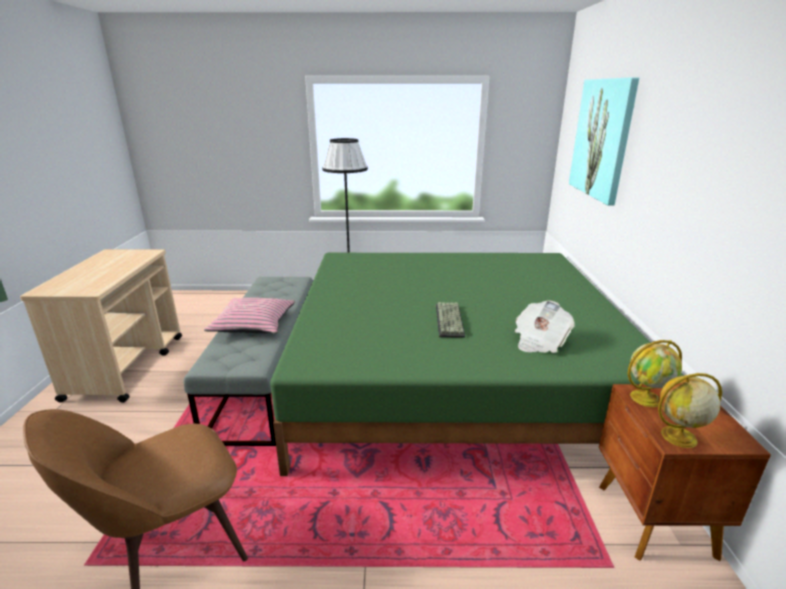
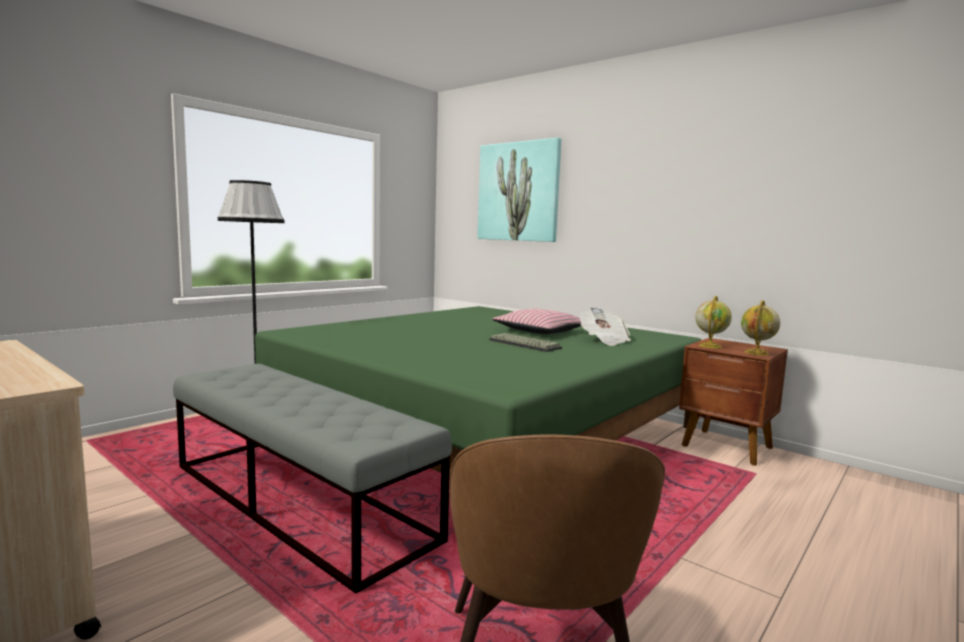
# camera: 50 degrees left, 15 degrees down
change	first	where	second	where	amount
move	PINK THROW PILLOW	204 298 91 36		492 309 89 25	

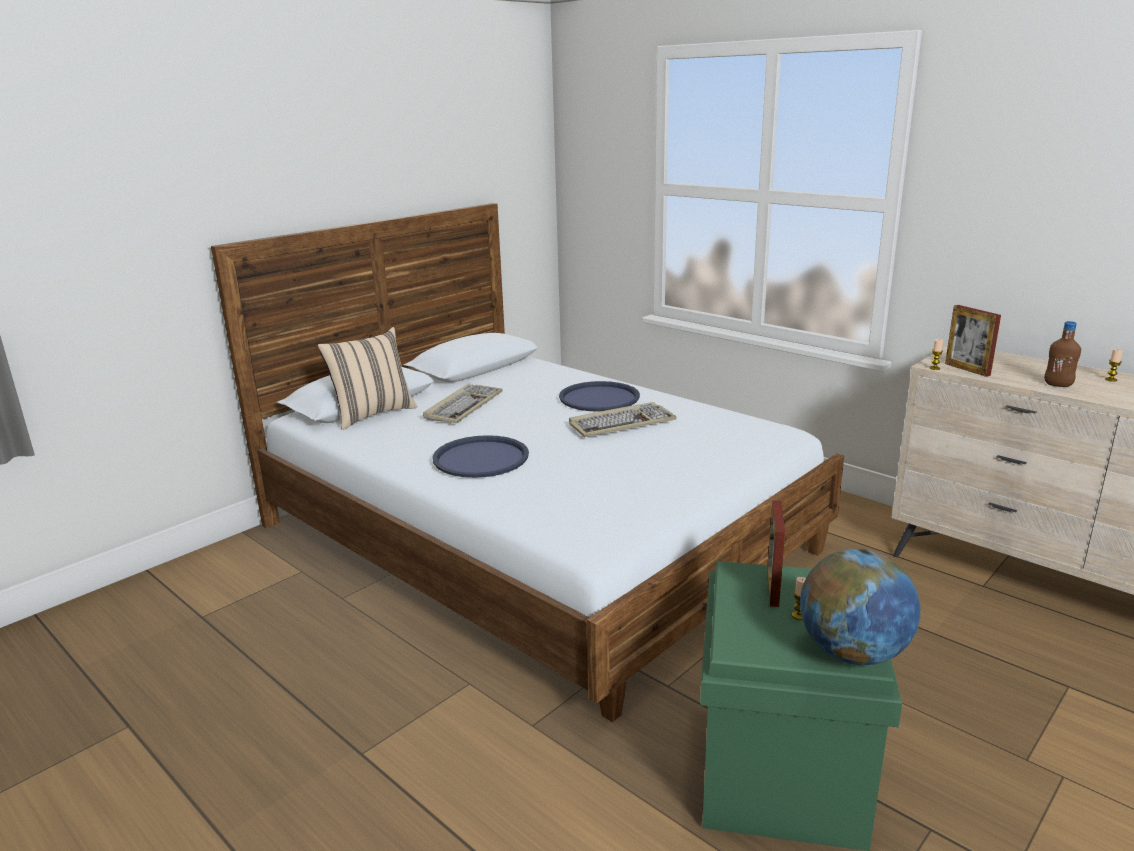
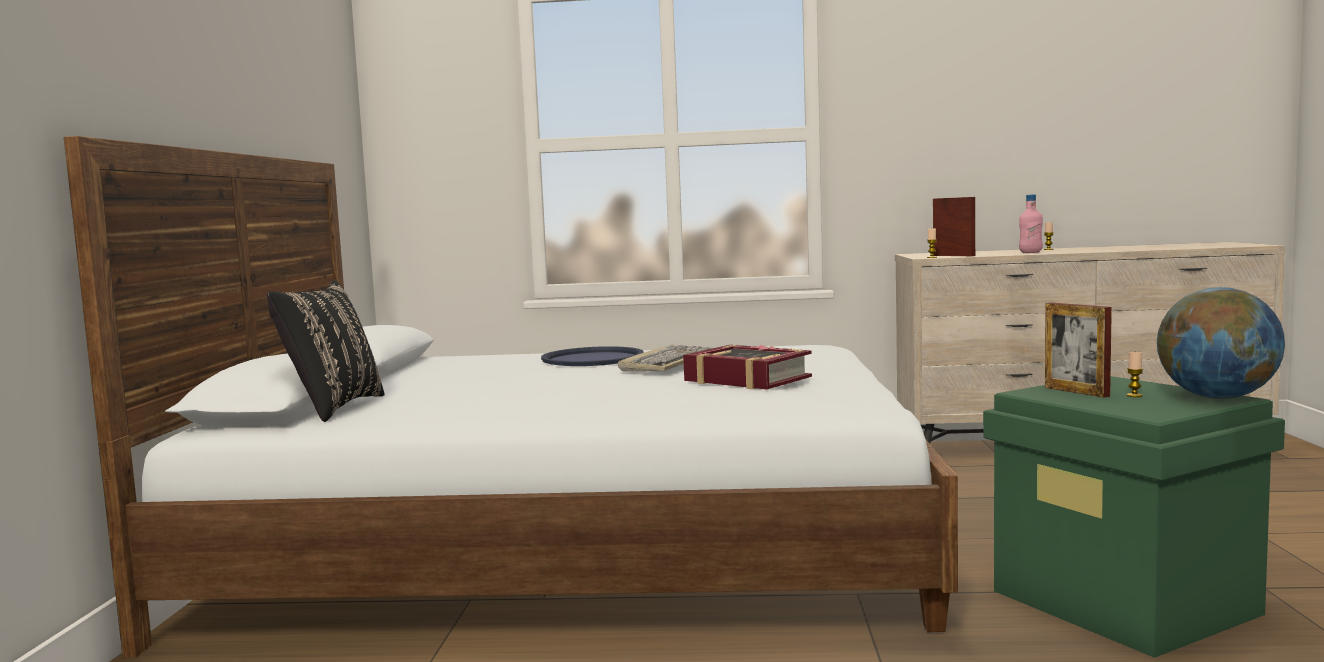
# camera: 40 degrees left, 15 degrees down
change	first	where	second	where	amount
recolor	BEIGE THROW PILLOW	317 327 100 103	BLACK THROW PILLOW	267 280 118 142	
delete	COMPUTER KEYBOARD	423 383 80 40			
delete	BLUE-COLOURED TRAY	432 435 97 43			
rotate	PICTURE FRAME	945 305 56 72		933 197 42 59	150 degrees counterclockwise
recolor	BROWN BEVERAGE BOTTLE	1044 321 37 66	PINK BEVERAGE BOTTLE	1019 194 24 59	
insert			VOLUME	683 344 129 45	

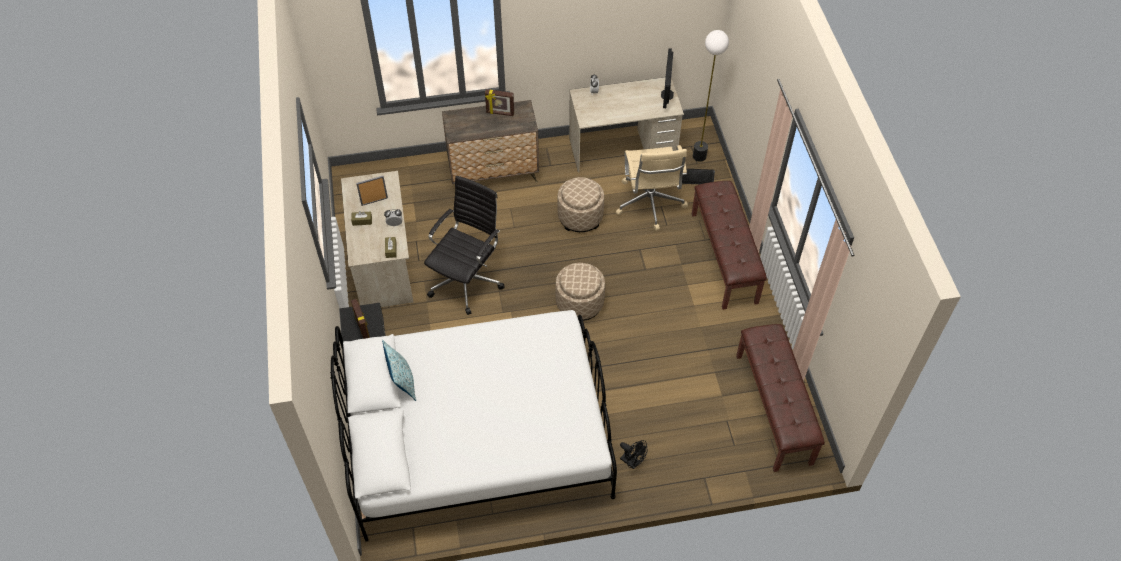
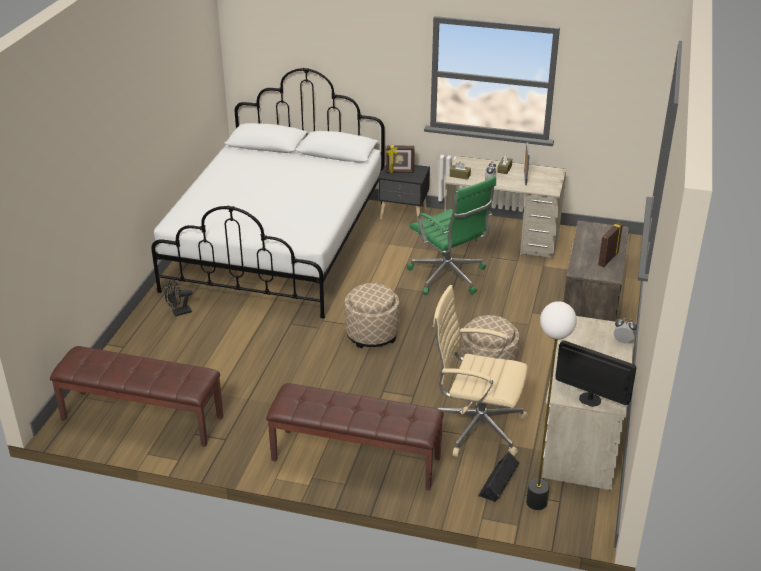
# camera: 115 degrees right, 20 degrees down
change	first	where	second	where	amount
delete	THROW PILLOW	382 340 34 61			
recolor	BLACK OFFICE CHAIR	424 176 81 139	GREEN-COLOURED OFFICE CHAIR	407 176 89 118	

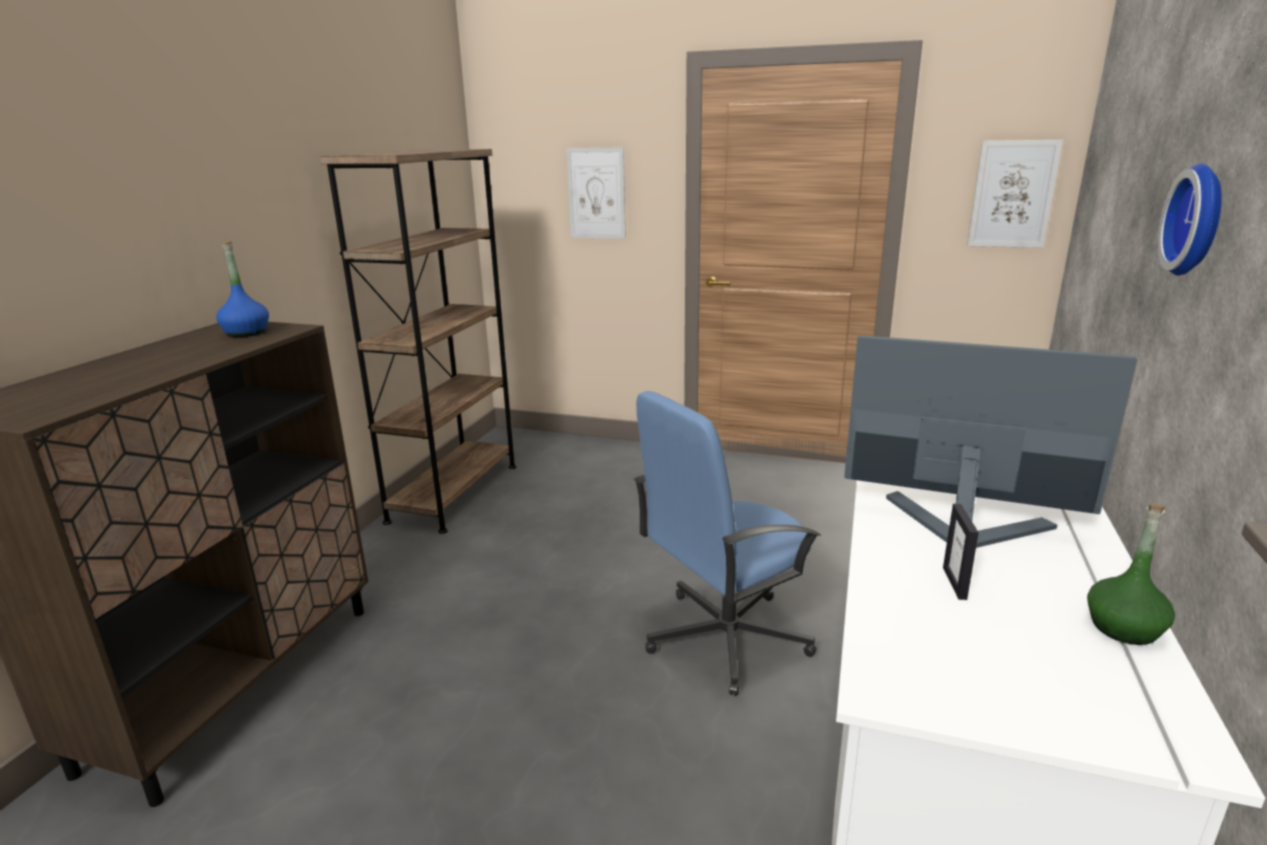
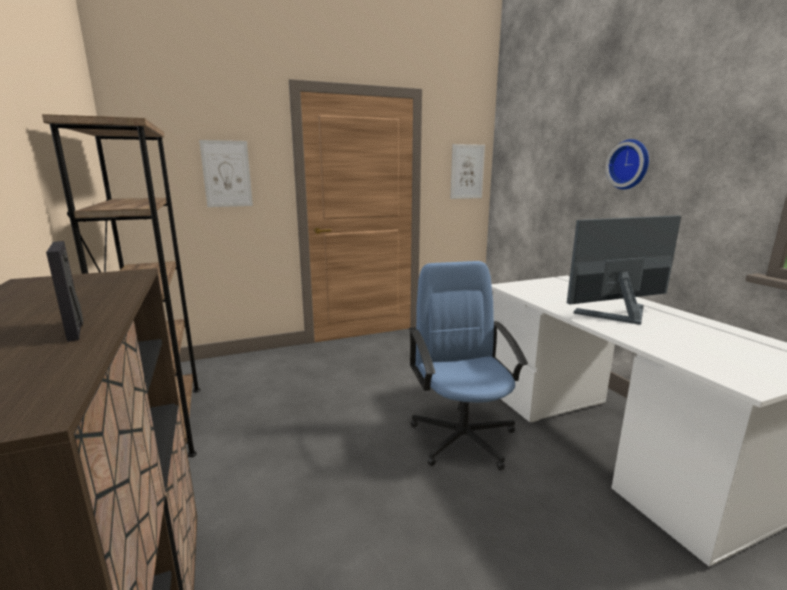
# camera: 40 degrees left, 5 degrees down
change	first	where	second	where	amount
delete	BLUE-COLOURED BEVERAGE BOTTLE	216 241 53 96			
rotate	BLUE-COLOURED OFFICE CHAIR	634 391 187 305		408 261 120 209	150 degrees clockwise
move	PICTURE FRAME	943 504 36 96		46 241 37 101	
delete	GREEN-COLOURED BEVERAGE BOTTLE	1087 503 88 142			

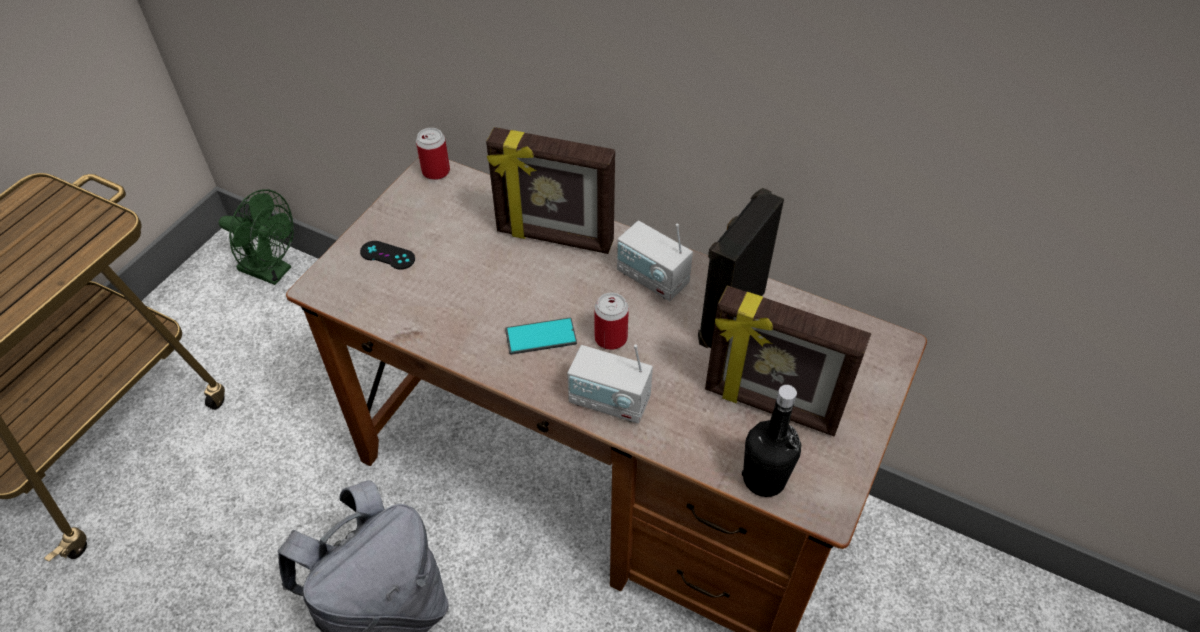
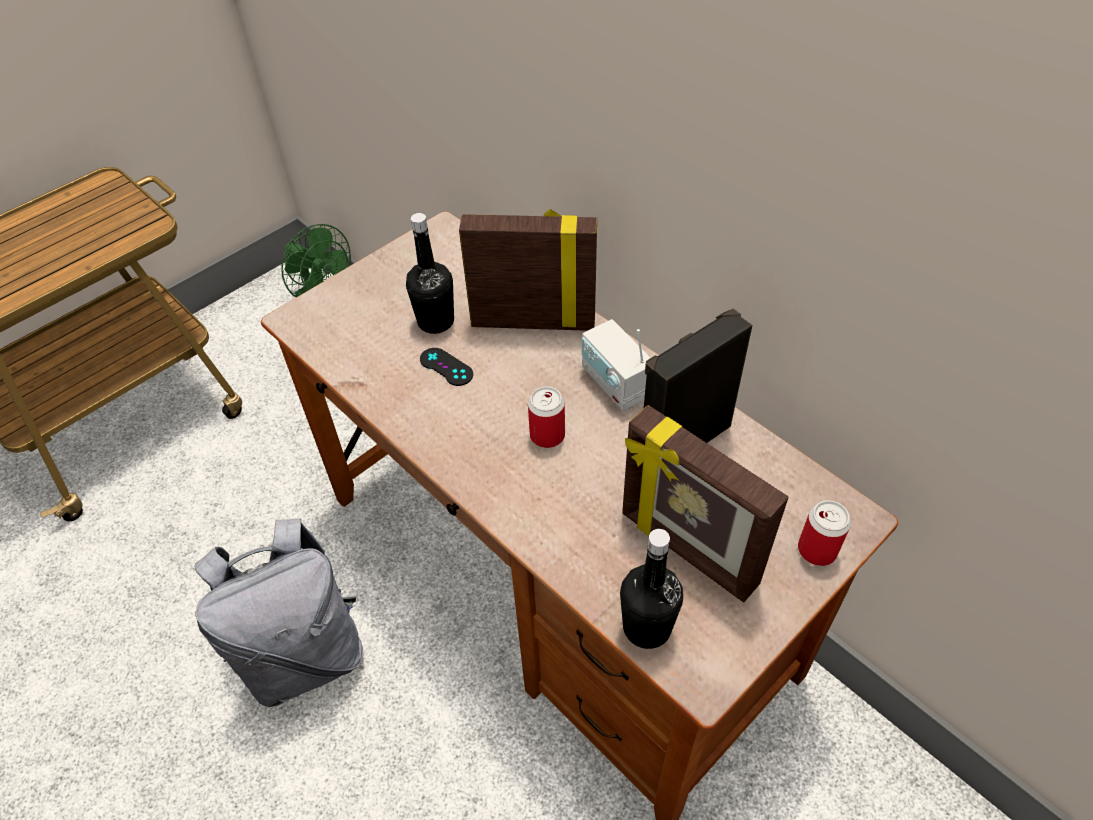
# camera: 20 degrees right, 0 degrees up
change	first	where	second	where	amount
move	BLACK JOYPAD	360 241 55 28		420 348 53 38	
move	METAL CAN	416 128 34 52		798 500 53 66	
rotate	PICTURE FRAME	486 127 129 127		459 209 138 122	150 degrees clockwise
delete	PHONE	505 318 72 37			
delete	RADIO SET	567 344 86 80			
insert			BLACK BEVERAGE BOTTLE	406 213 48 121	

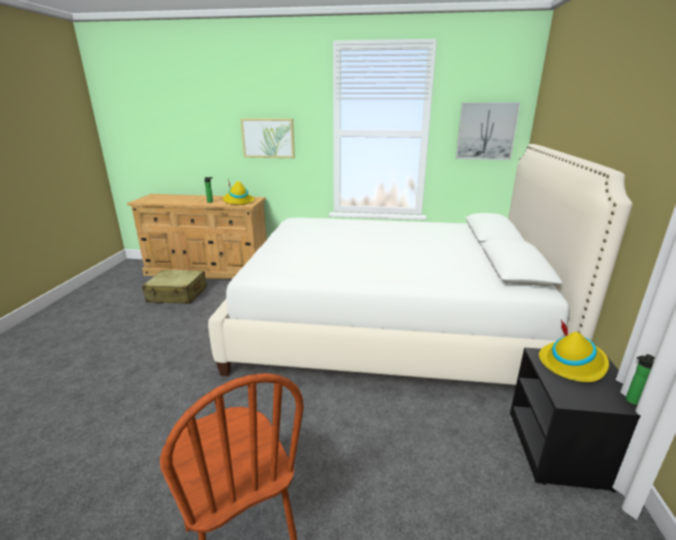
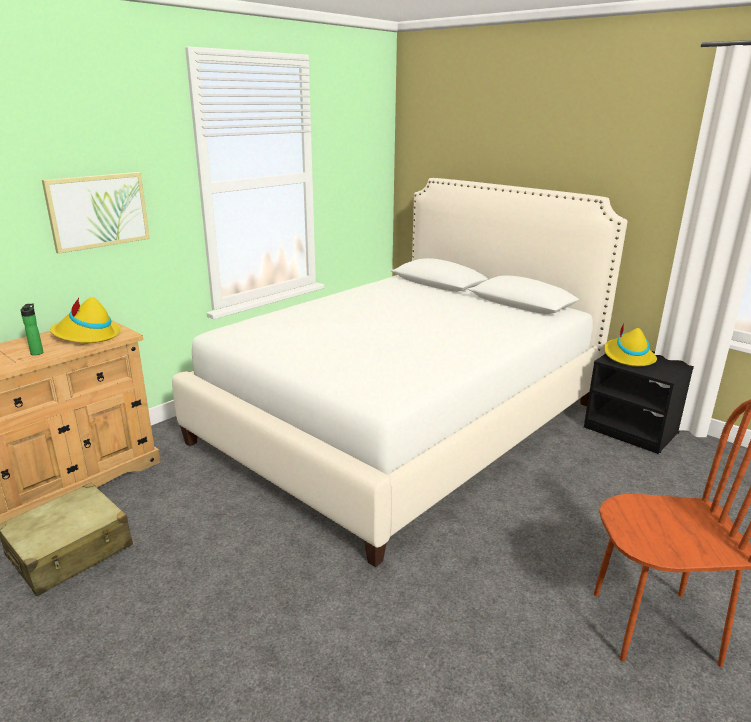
# camera: 55 degrees left, 0 degrees up
change	first	where	second	where	amount
delete	WALL ART	456 102 64 58			
delete	BEVERAGE BOTTLE	626 354 29 51			

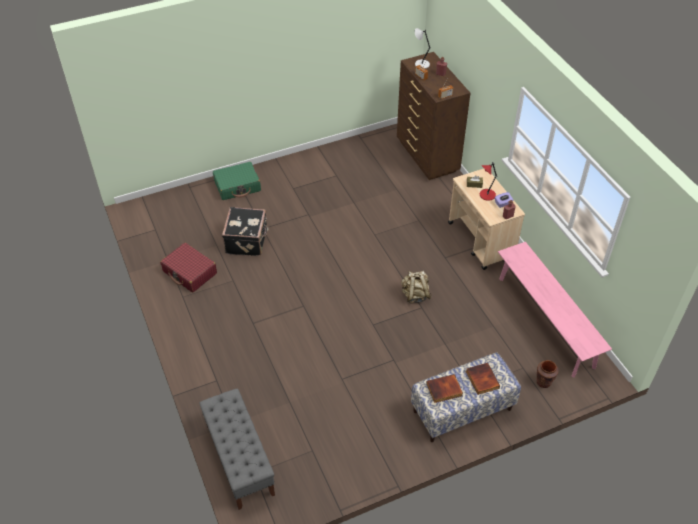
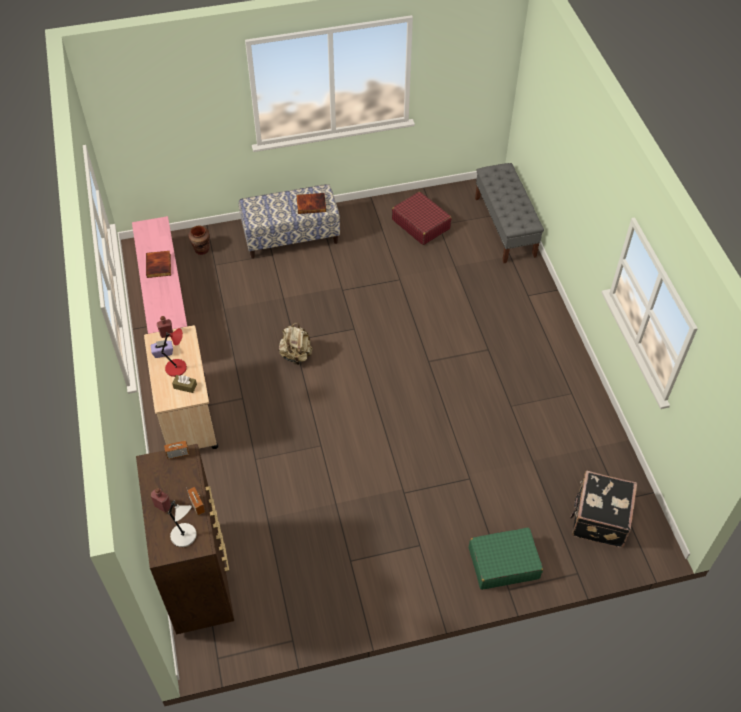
# camera: 170 degrees left, 5 degrees up
change	first	where	second	where	amount
move	RED-COLOURED PIECE OF LUGGAGE	160 243 57 50		392 192 60 53	
move	BLACK PIECE OF LUGGAGE	222 207 47 49		570 471 67 77	
move	VOLUME	466 363 34 32		146 251 25 27	

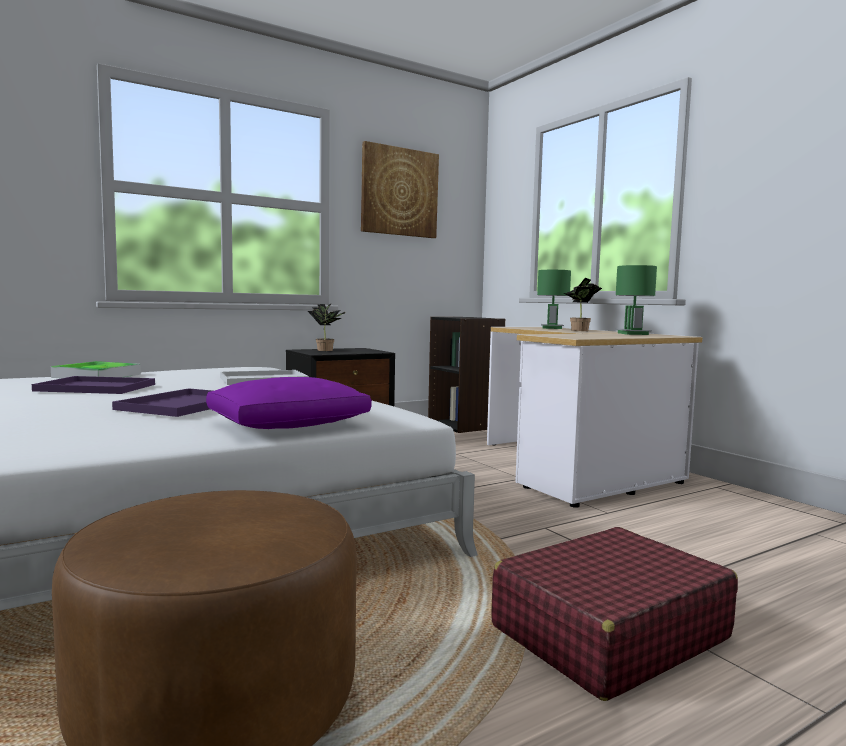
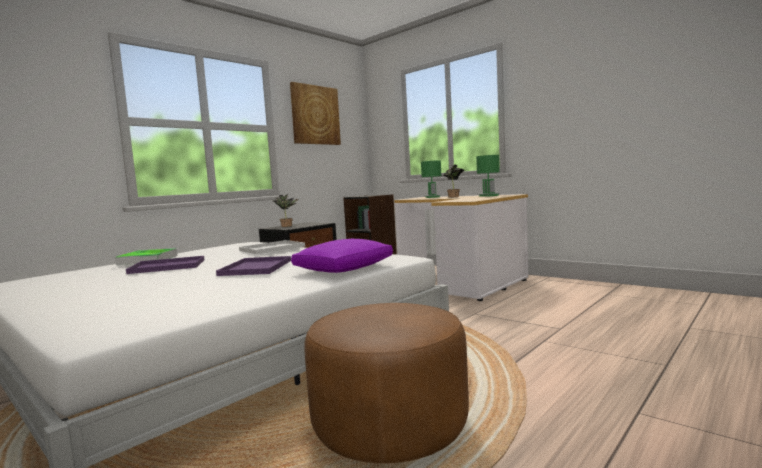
# camera: 15 degrees left, 0 degrees up
change	first	where	second	where	amount
delete	RED-COLOURED PIECE OF LUGGAGE	491 527 247 174			

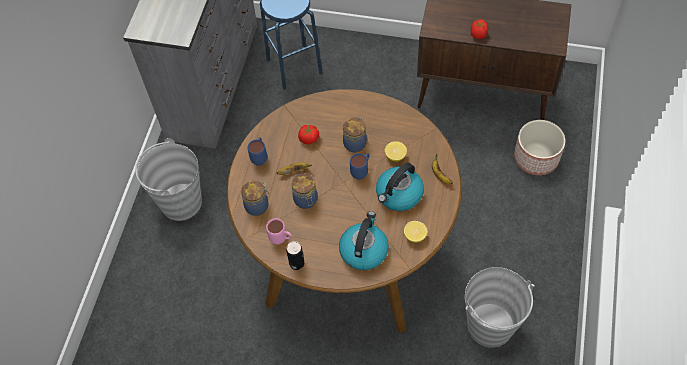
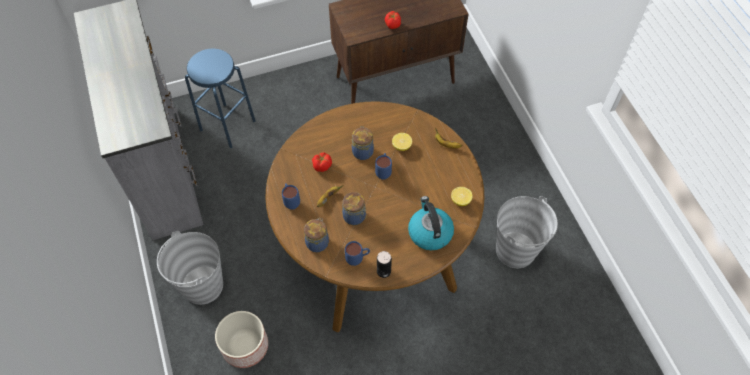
# camera: 35 degrees left, 0 degrees up
change	first	where	second	where	amount
recolor	PINK COFFEE MUG	266 218 26 27	BLUE-COLOURED COFFEE MUG	345 241 25 25	
delete	KETTLE	376 163 48 48			
move	FLOWER POT	514 120 51 55		215 311 53 57	

